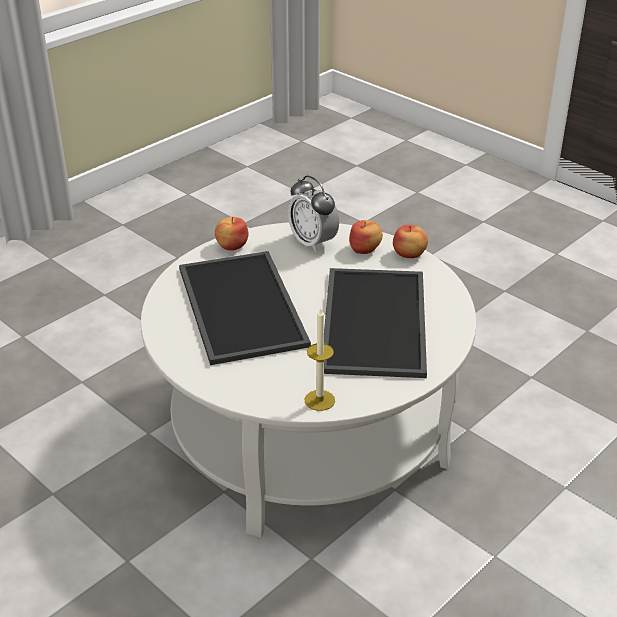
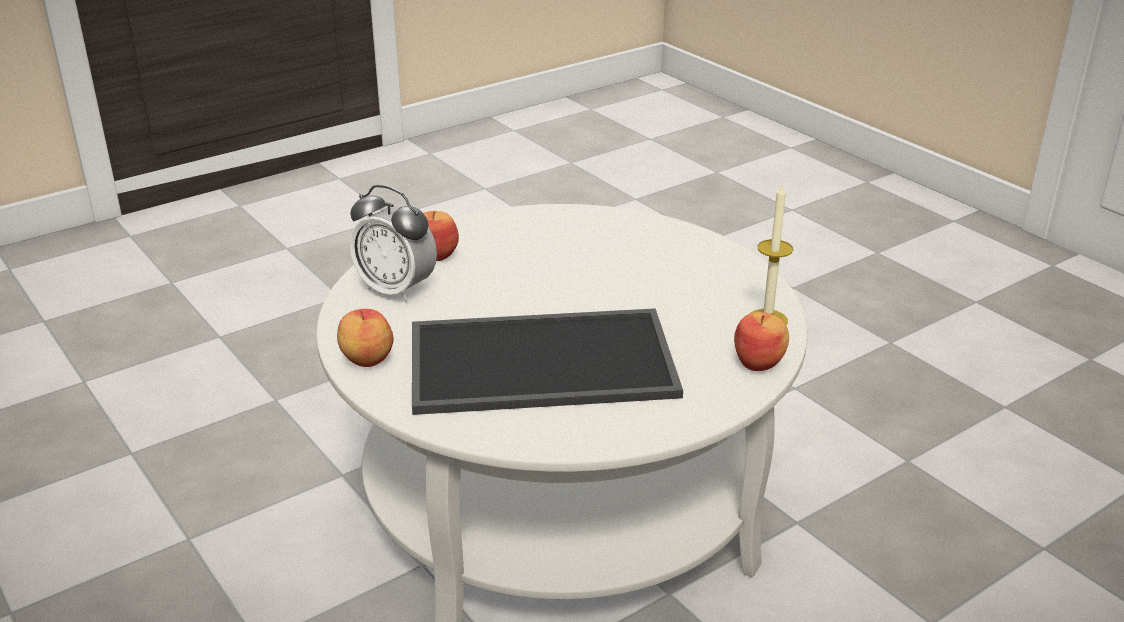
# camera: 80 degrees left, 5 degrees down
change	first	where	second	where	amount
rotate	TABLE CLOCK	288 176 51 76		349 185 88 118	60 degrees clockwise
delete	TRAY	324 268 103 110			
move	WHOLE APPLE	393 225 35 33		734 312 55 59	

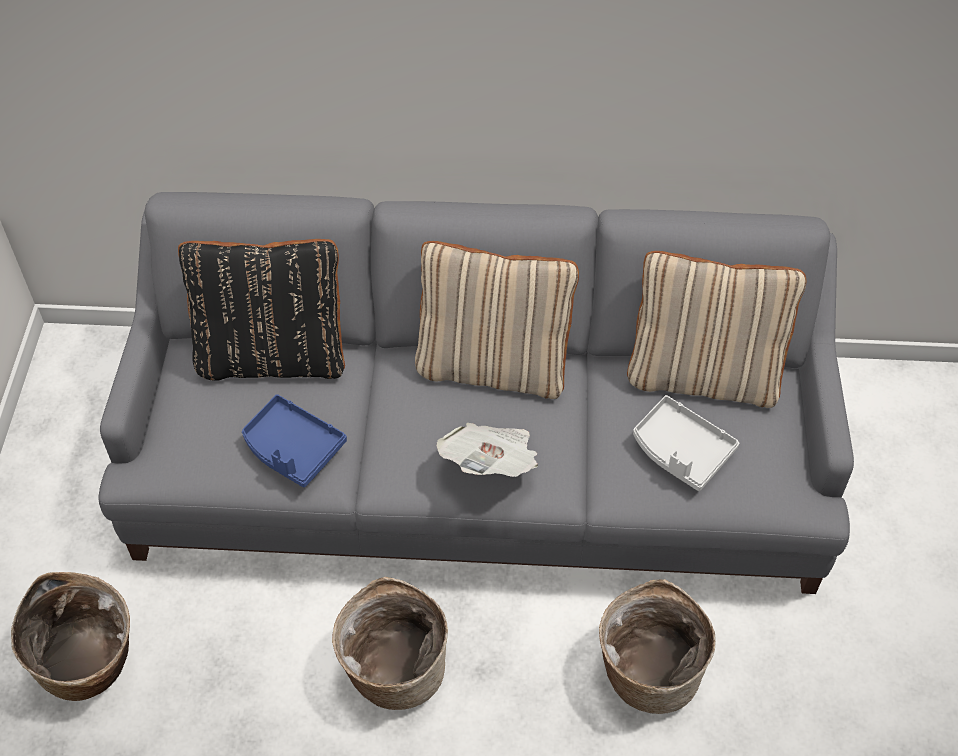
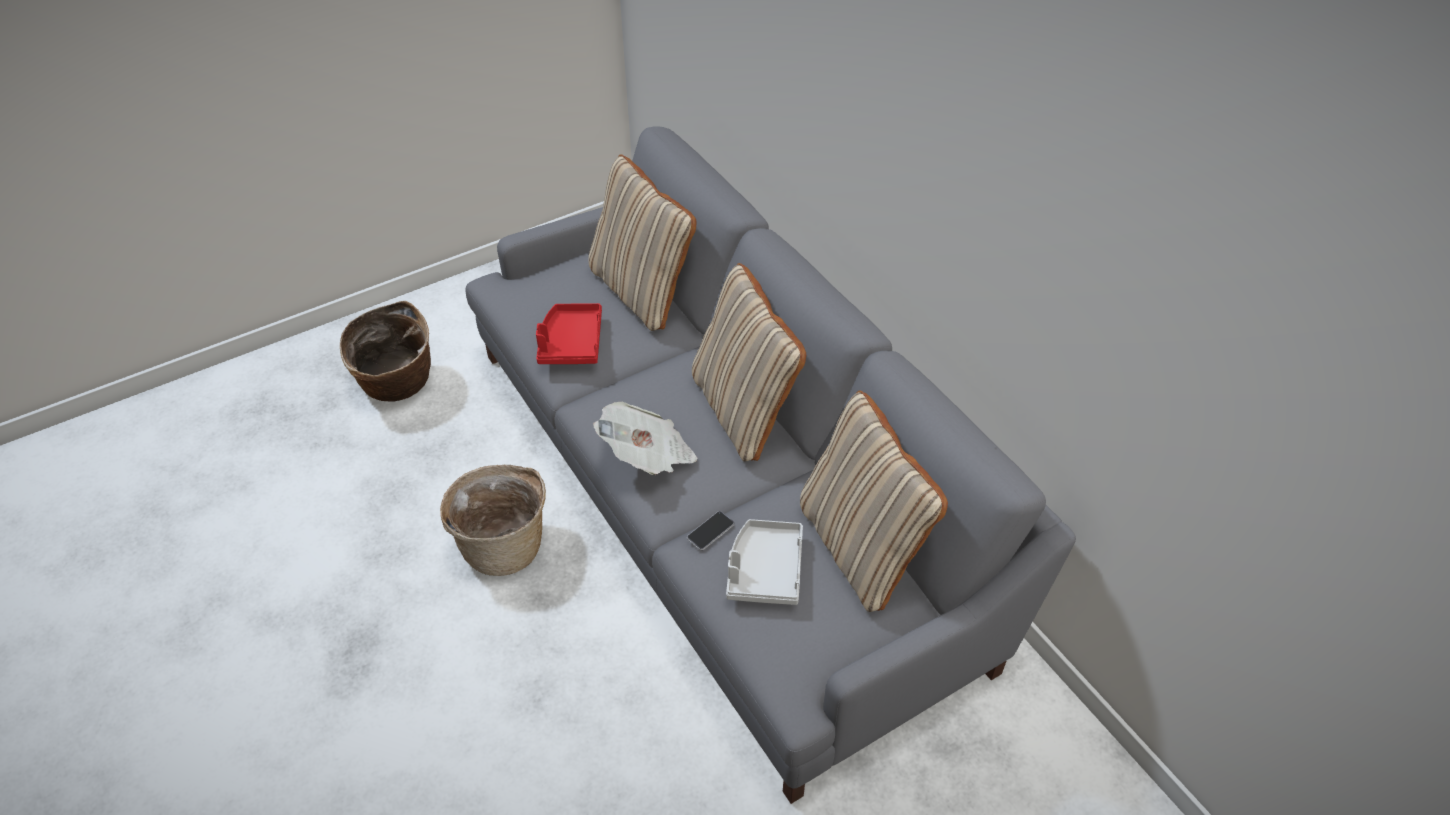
# camera: 55 degrees right, 5 degrees down
change	first	where	second	where	amount
recolor	BLACK THROW PILLOW	178 239 167 142	BEIGE THROW PILLOW	588 155 108 176	
recolor	BLUE-COLOURED TRAY	242 394 105 94	RED-COLOURED TRAY	536 303 66 61	
delete	HOUSEHOLD BASKET	599 579 117 135			
insert			PHONE	687 511 47 39	

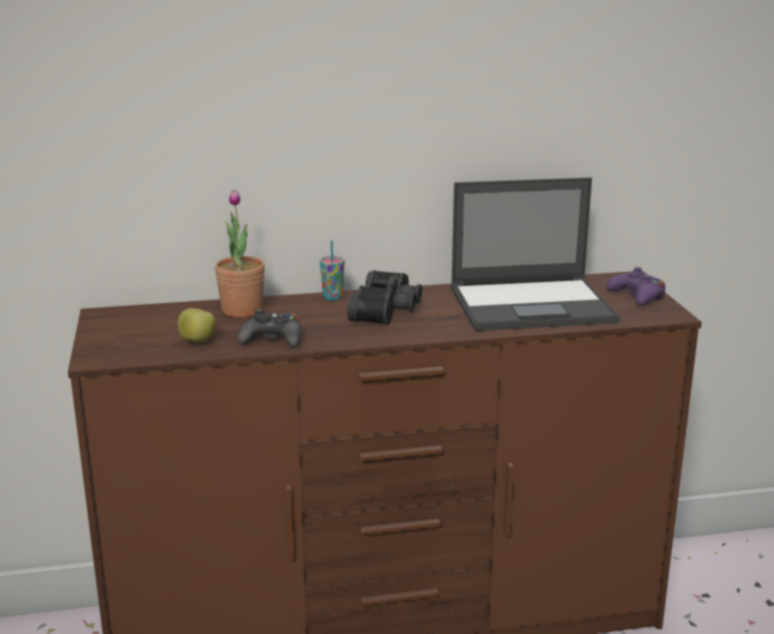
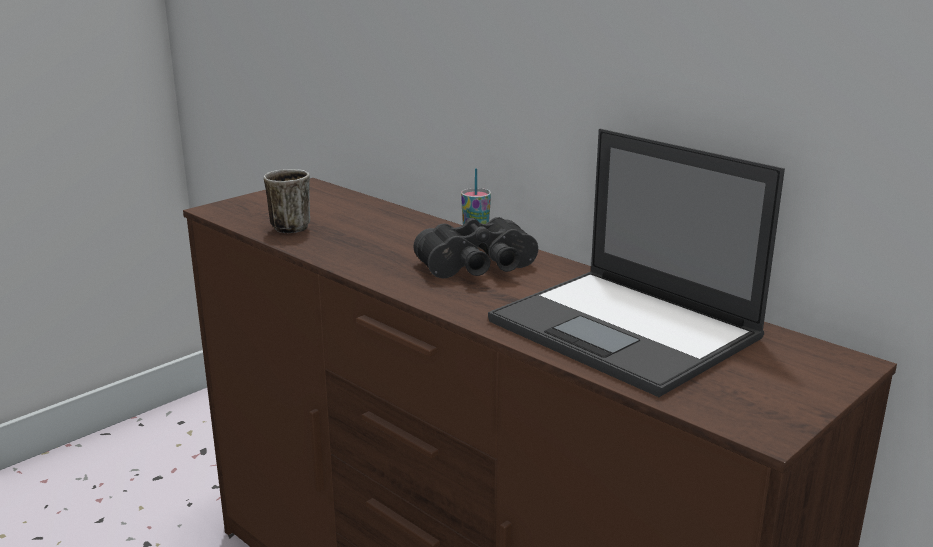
# camera: 55 degrees right, 0 degrees up
change	first	where	second	where	amount
replace	WHOLE APPLE	178 308 38 34	COFFEE MUG	264 169 46 64	
delete	POTTED PLANT	215 189 50 129			
delete	BLACK JOYPAD	238 309 63 38			
delete	PURPLE JOYPAD	606 267 60 39			

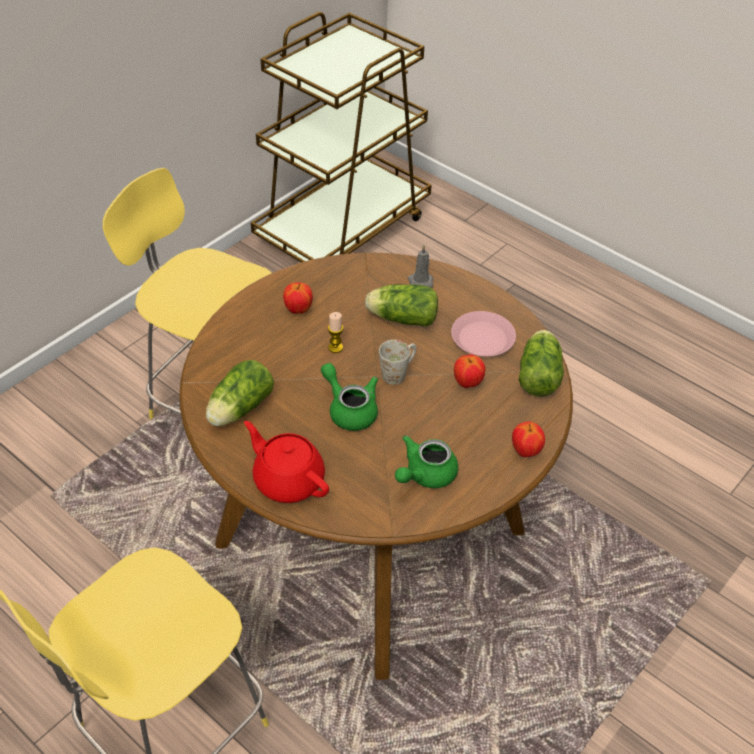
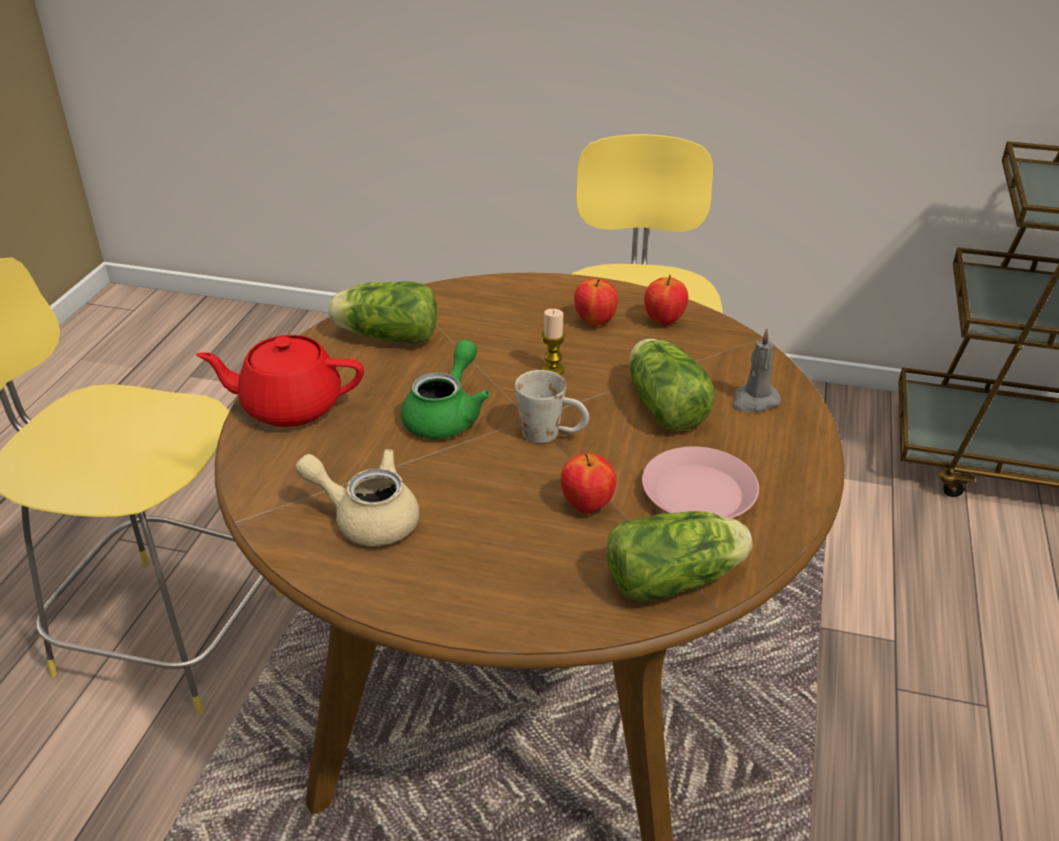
# camera: 65 degrees right, 10 degrees down
change	first	where	second	where	amount
rotate	RED-COLOURED TEA POT	244 421 85 82		196 335 168 92	105 degrees counterclockwise
recolor	GREEN-COLOURED TEA POT	395 435 63 53	BEIGE TEA POT	295 449 124 97	
move	WHOLE APPLE	512 421 33 36		644 275 44 51	

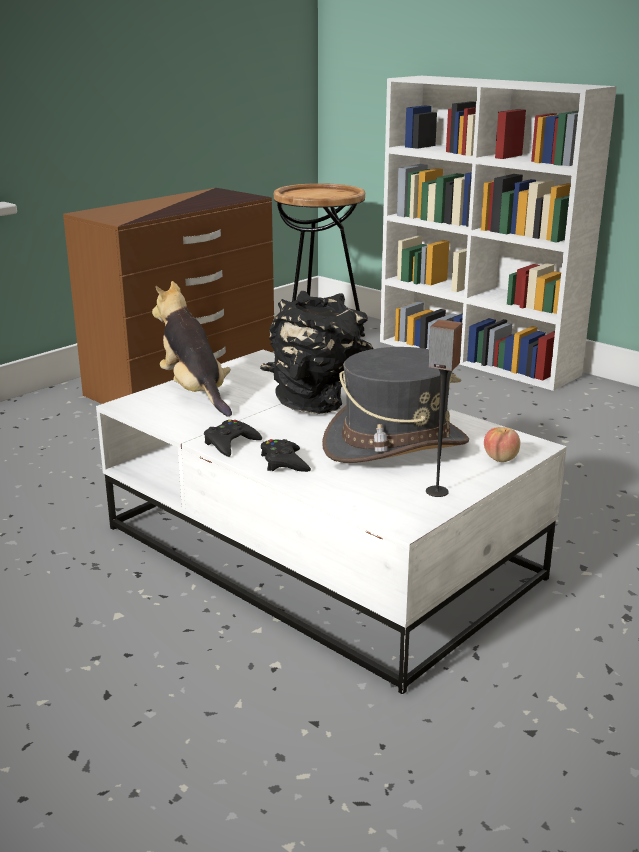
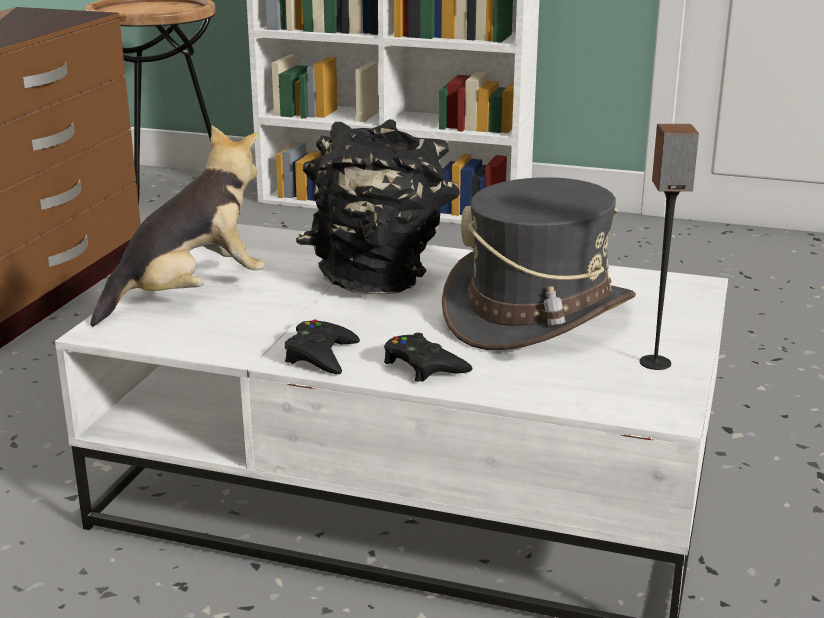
# camera: 25 degrees left, 0 degrees up
change	first	where	second	where	amount
rotate	SOFT TOY	152 281 80 136		90 126 176 201	105 degrees clockwise
delete	WHOLE APPLE	484 427 36 35			

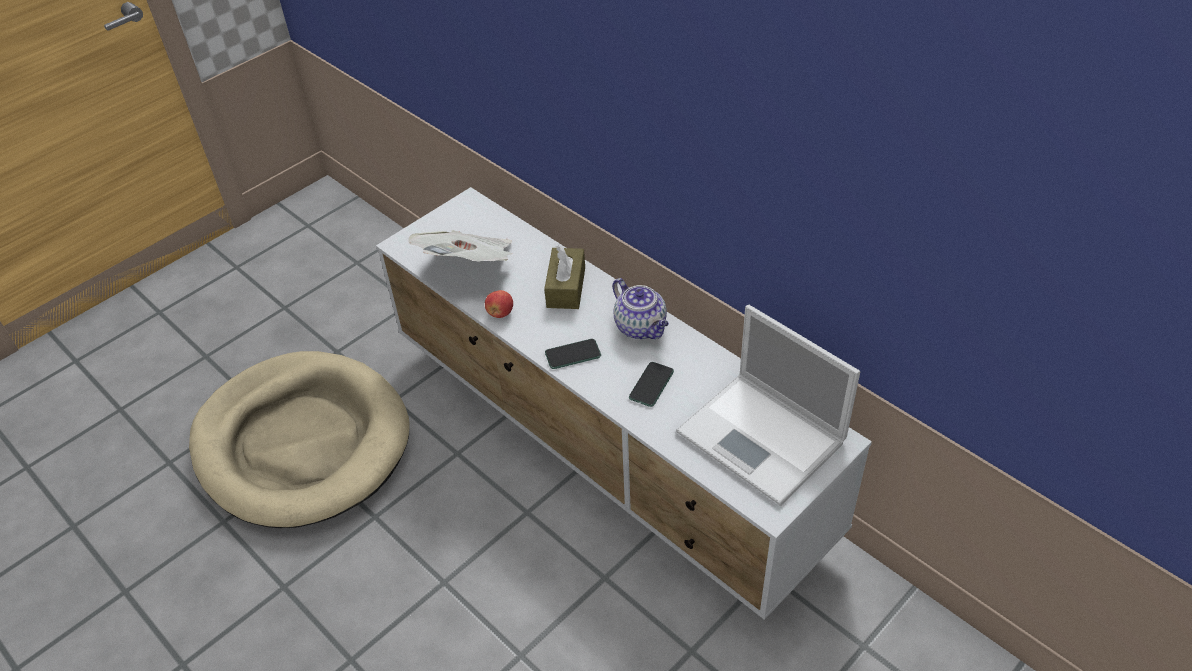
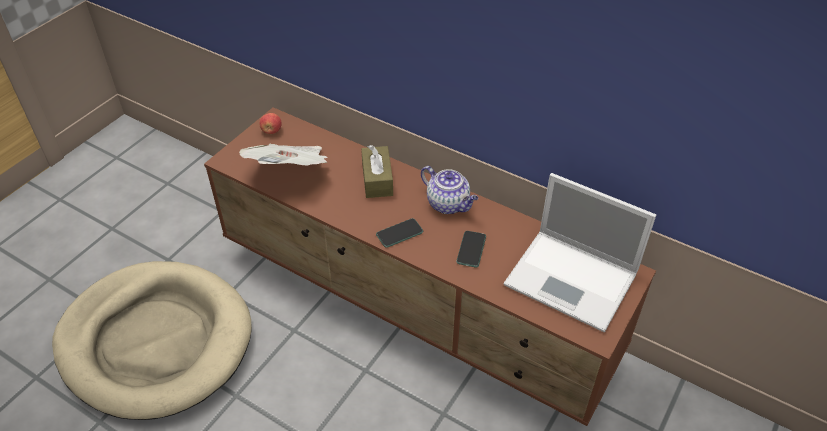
# camera: 15 degrees left, 0 degrees up
change	first	where	second	where	amount
recolor	WHITE-COLOURED TV UNIT	376 187 496 433	BROWN TV UNIT	204 107 452 319	
move	WHOLE APPLE	485 290 28 28		259 113 23 21	

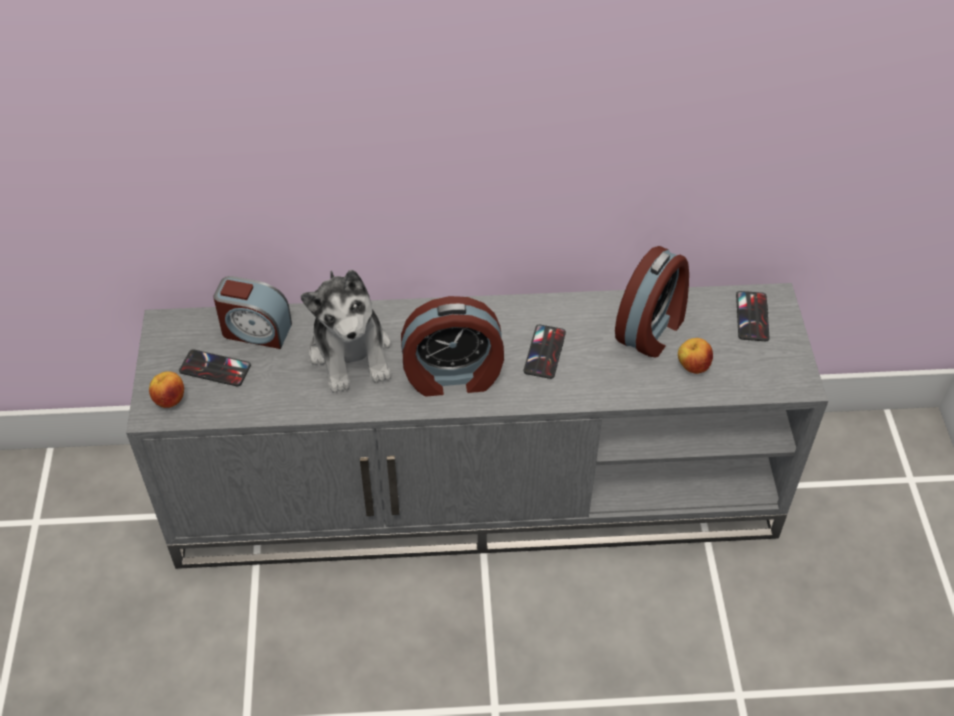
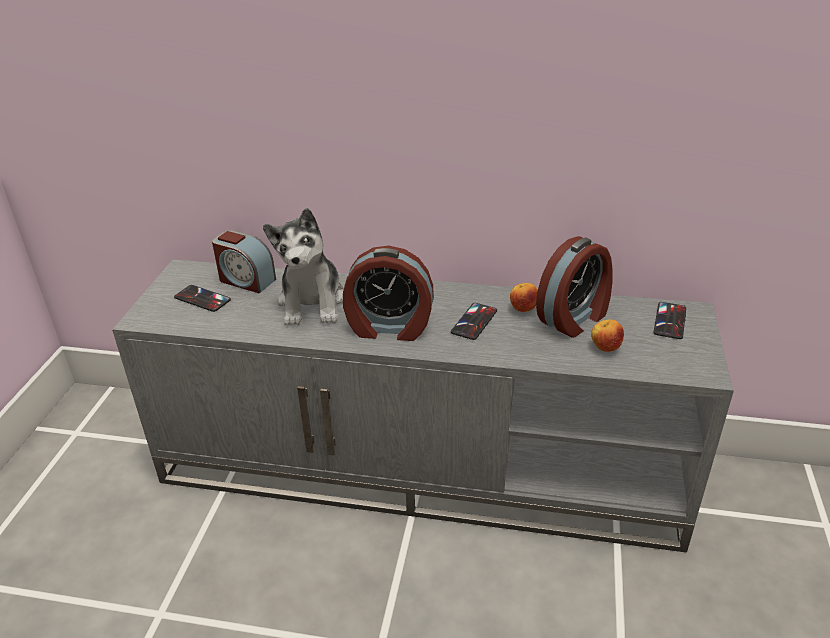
# camera: 15 degrees right, 15 degrees down
change	first	where	second	where	amount
move	WHOLE APPLE	149 371 35 37		510 283 28 29	

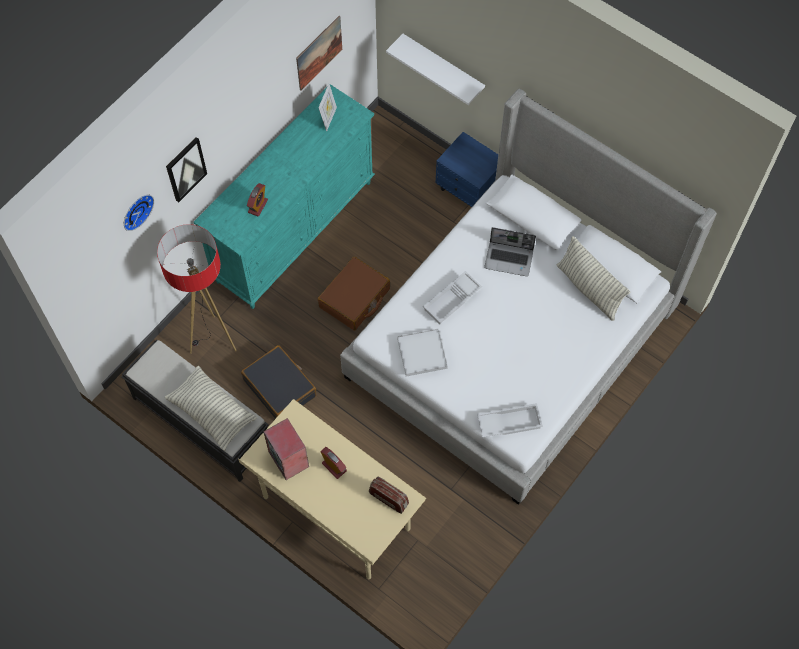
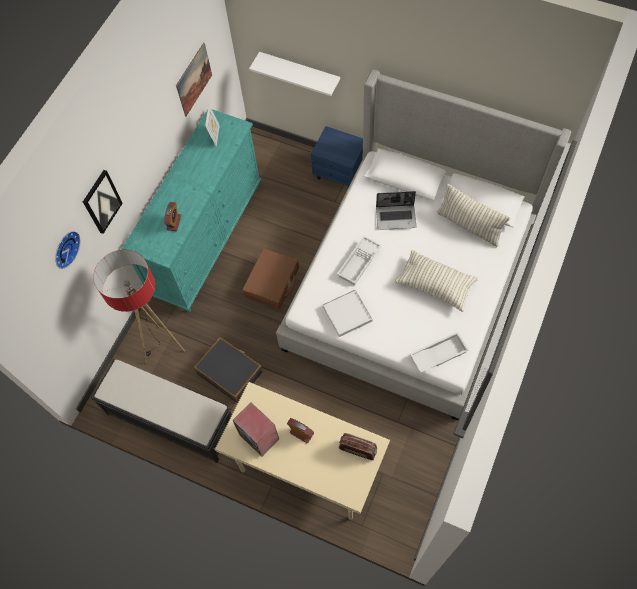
# camera: 10 degrees left, 0 degrees up
change	first	where	second	where	amount
move	THROW PILLOW	165 366 92 85		395 250 83 62	

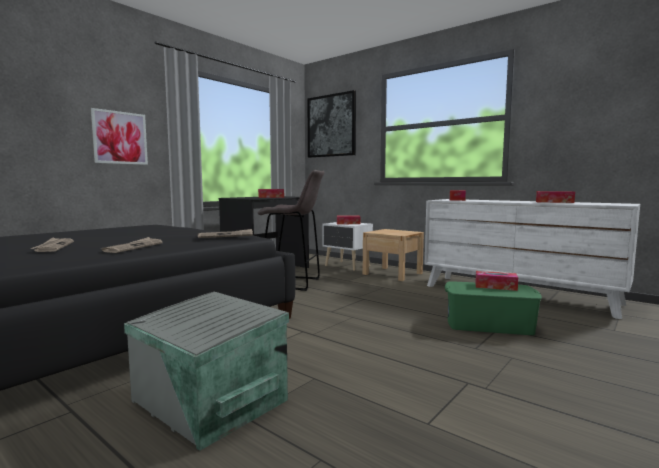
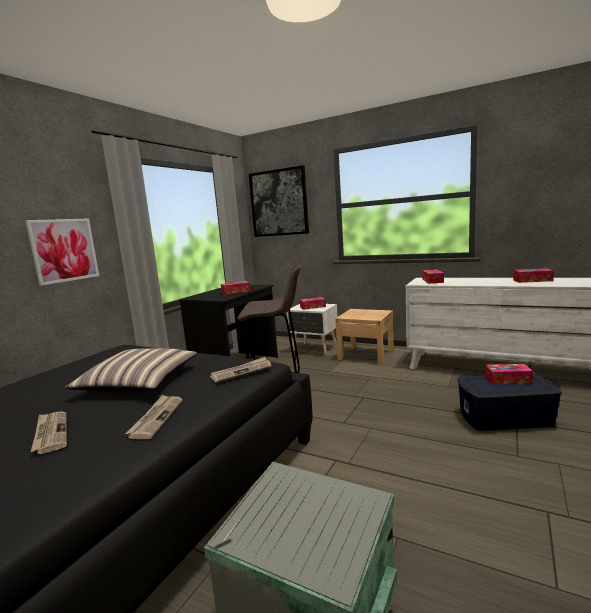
# camera: 10 degrees left, 5 degrees up
change	first	where	second	where	amount
recolor	GREEN-COLOURED STORAGE BIN	445 281 97 54	BLUE-COLOURED STORAGE BIN	457 373 105 58	
insert			THROW PILLOW	65 348 132 43	

